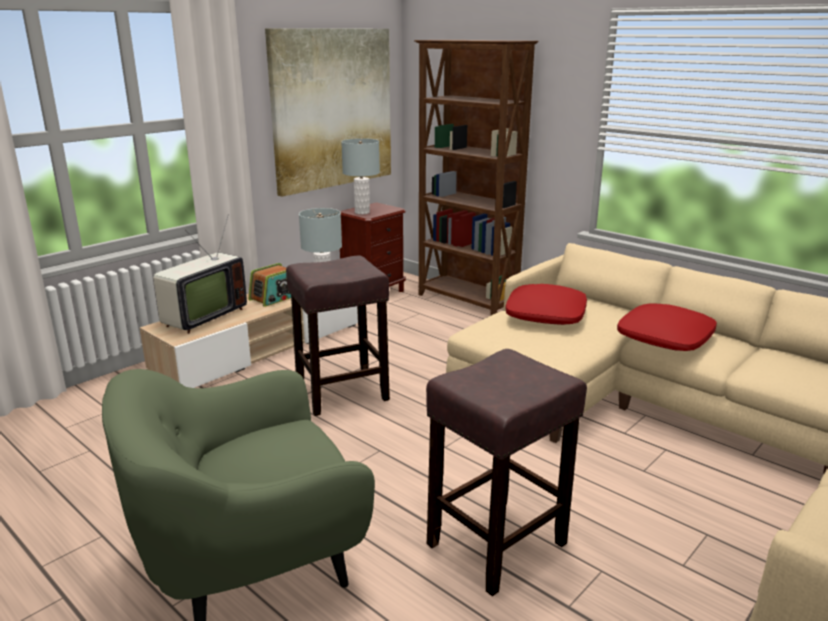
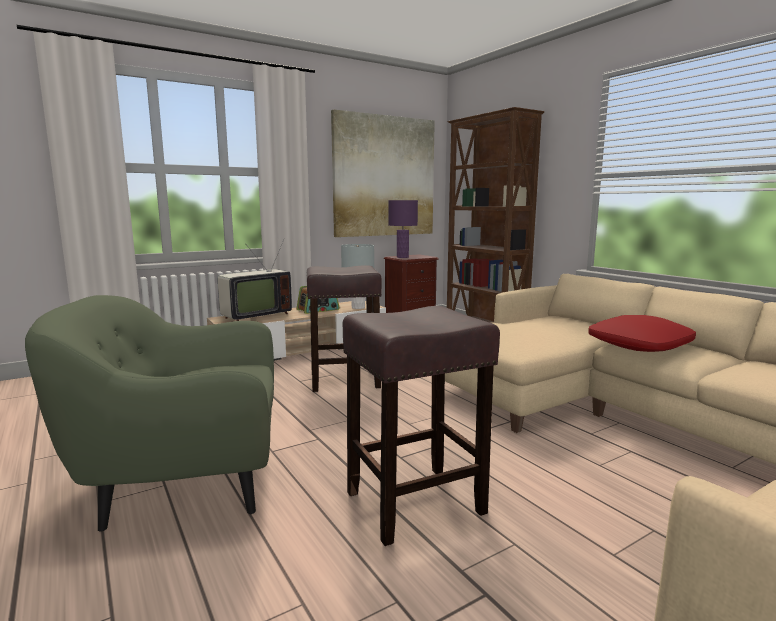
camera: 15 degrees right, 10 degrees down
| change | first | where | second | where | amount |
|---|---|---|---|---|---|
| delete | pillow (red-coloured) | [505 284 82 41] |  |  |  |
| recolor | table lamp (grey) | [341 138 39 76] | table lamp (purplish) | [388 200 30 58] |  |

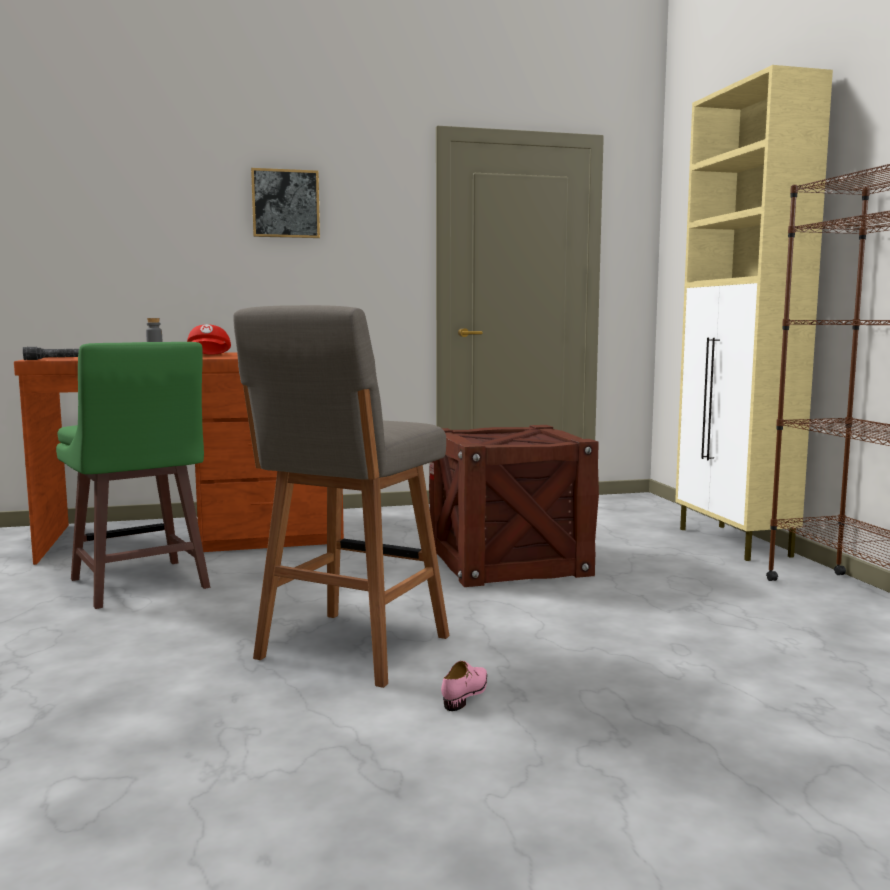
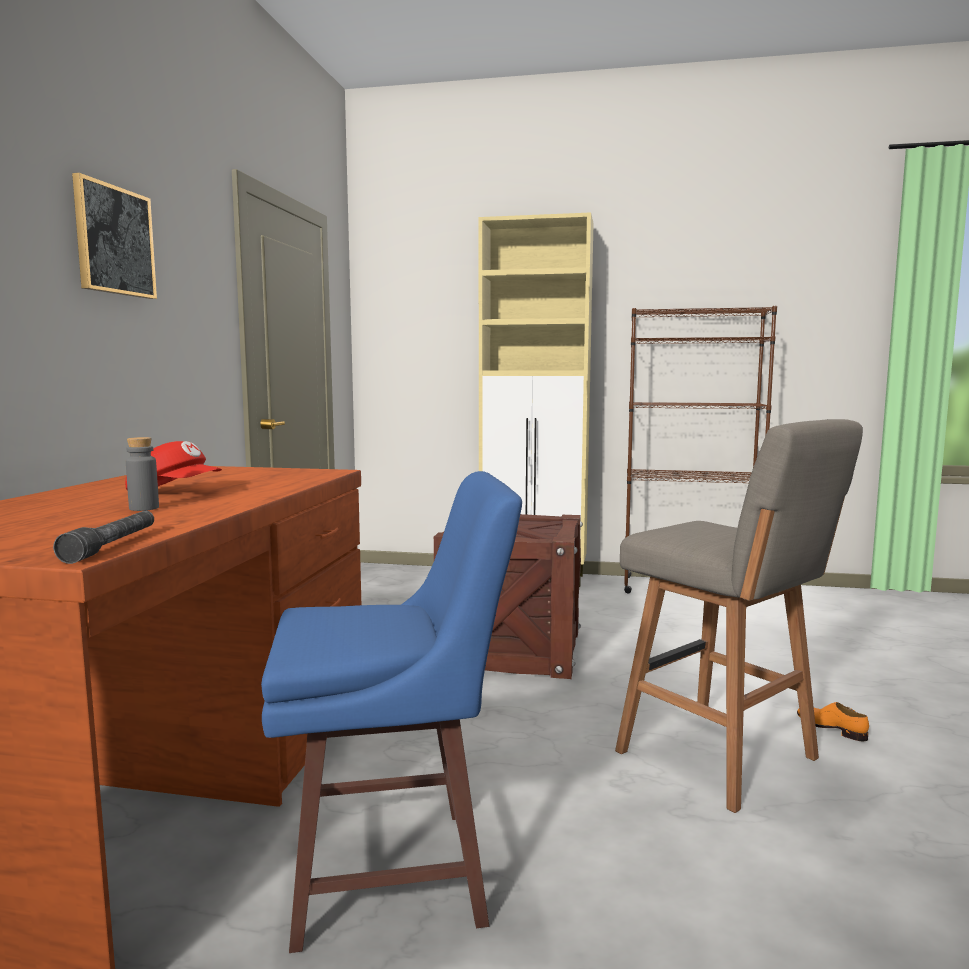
camera: 65 degrees left, 0 degrees up
| change | first | where | second | where | amount |
|---|---|---|---|---|---|
| recolor | stool (green-coloured) | [56 342 154 267] | stool (bluish) | [261 471 261 482] |  |
| recolor | low shoe (pink-coloured) | [441 661 46 50] | low shoe (orange) | [797 702 72 39] |  |

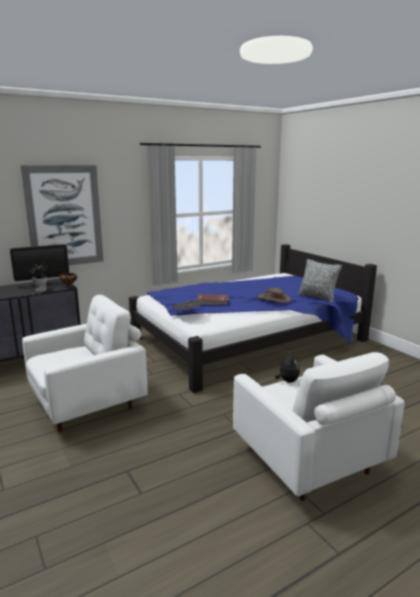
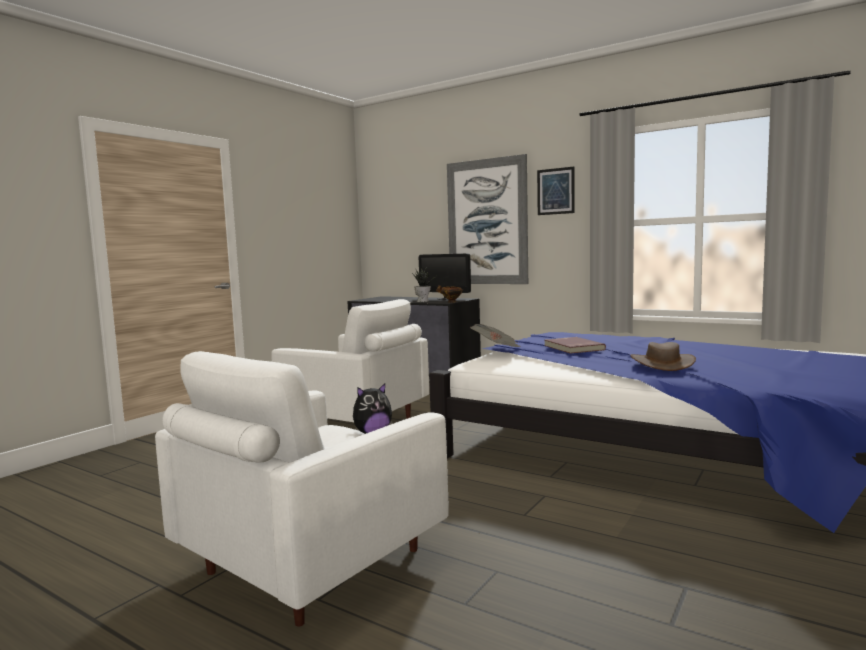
camera: 65 degrees right, 10 degrees down
| change | first | where | second | where | amount |
|---|---|---|---|---|---|
| delete | pillow (grey) | [298 259 44 44] |  |  |  |
| insert |  |  | wall art | [537 167 38 48] |  |

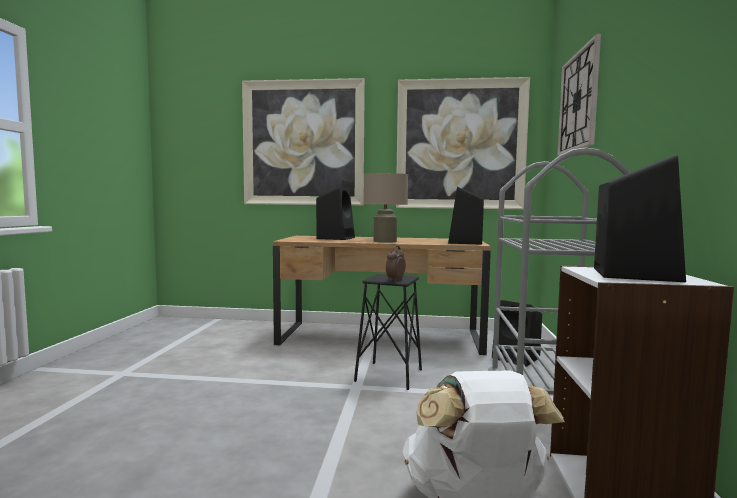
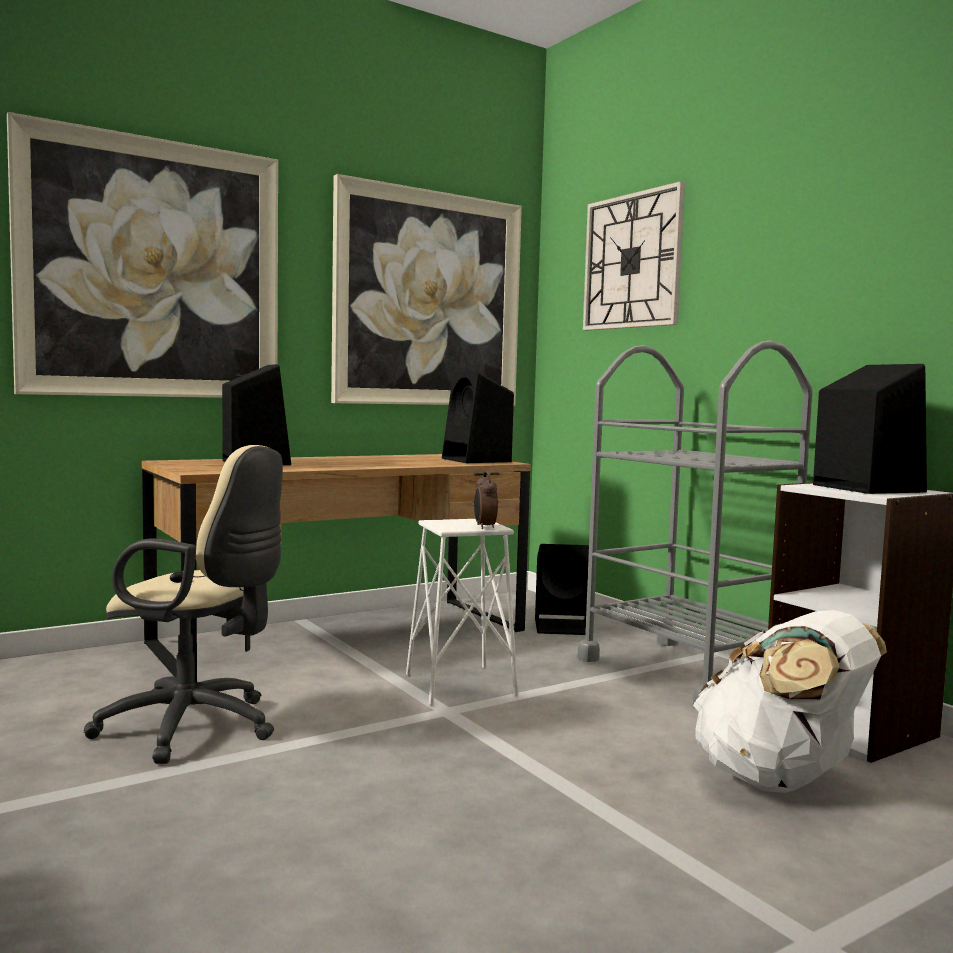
camera: 40 degrees left, 0 degrees up
| change | first | where | second | where | amount |
|---|---|---|---|---|---|
| delete | table lamp (sand-coloured) | [364 173 44 70] |  |  |  |
| insert |  |  | office chair (sand-coloured) | [84 445 199 319] |  |
| recolor | stool (black) | [354 274 68 116] | stool (white-coloured) | [406 519 112 187] |  |

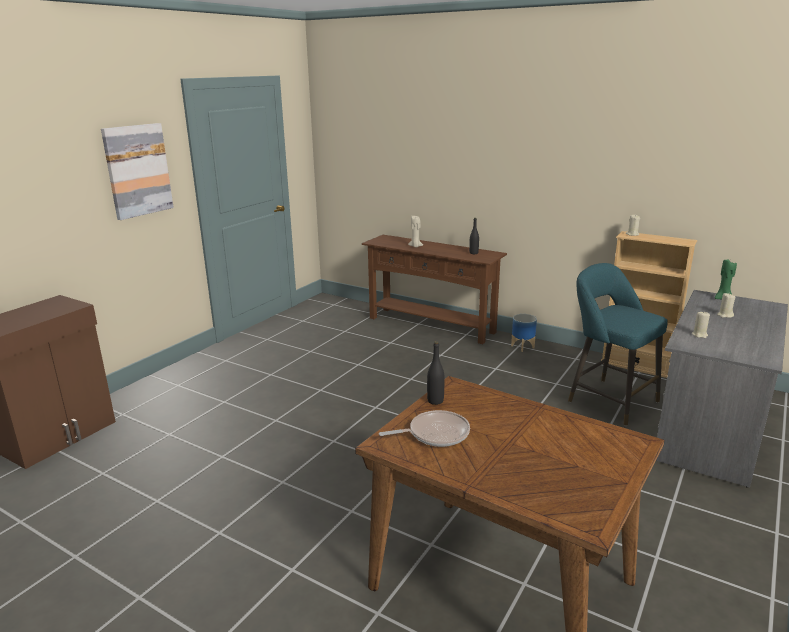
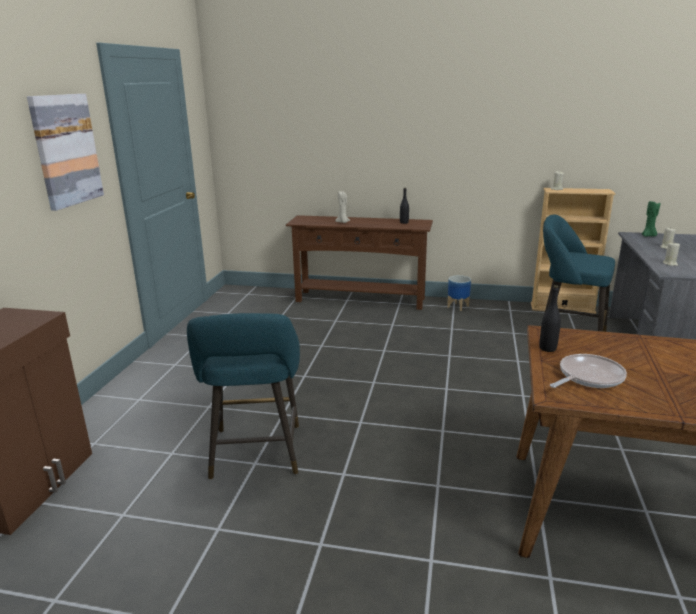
camera: 20 degrees left, 0 degrees up
| change | first | where | second | where | amount |
|---|---|---|---|---|---|
| insert |  |  | stool (turquoise-coloured) | [187 313 113 167] |  |

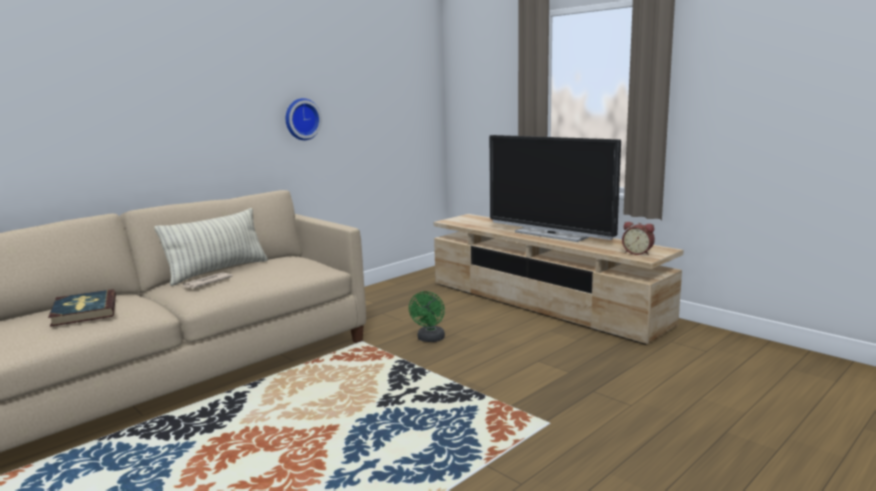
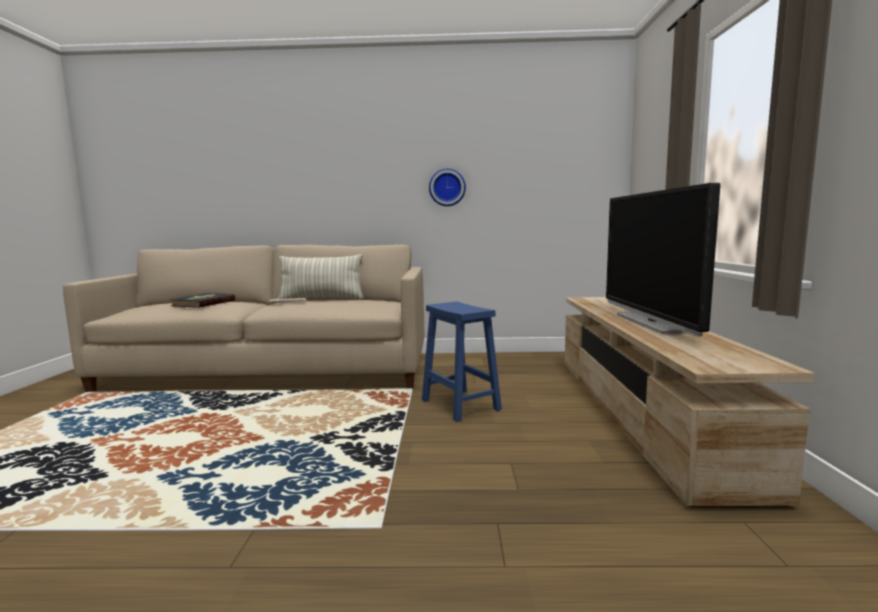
camera: 45 degrees right, 5 degrees down
| change | first | where | second | where | amount |
|---|---|---|---|---|---|
| delete | bedside clock | [622 222 33 33] |  |  |  |
| replace | fan (green-coloured) | [409 291 36 51] | stool (bluish) | [422 302 80 120] |  |

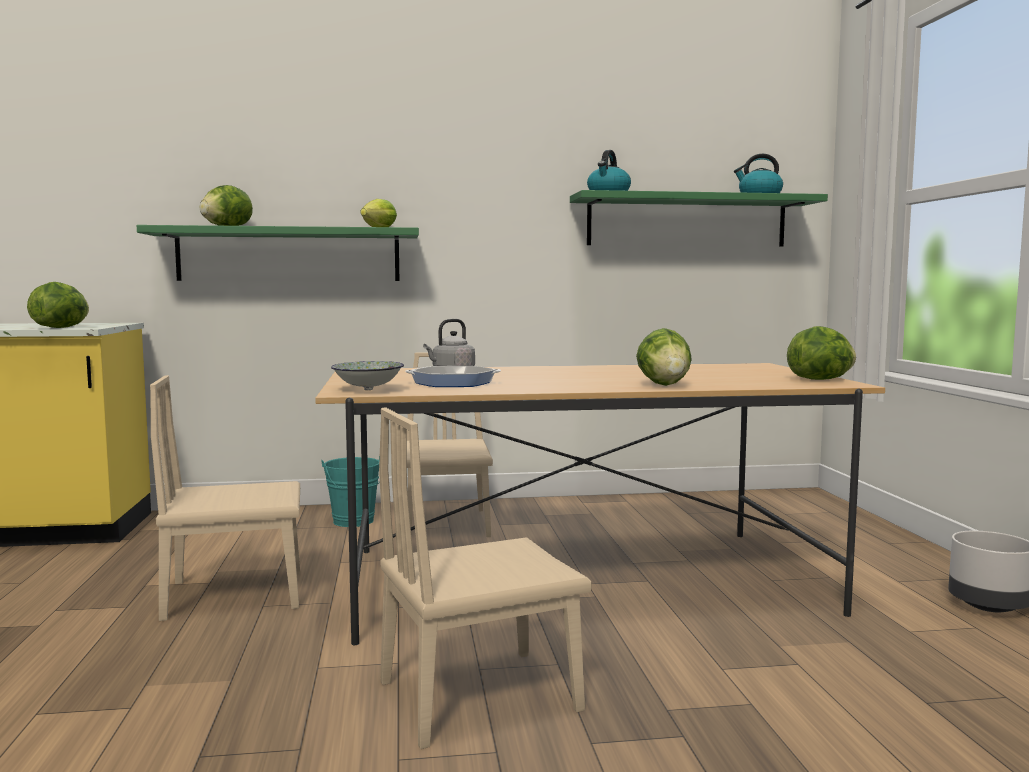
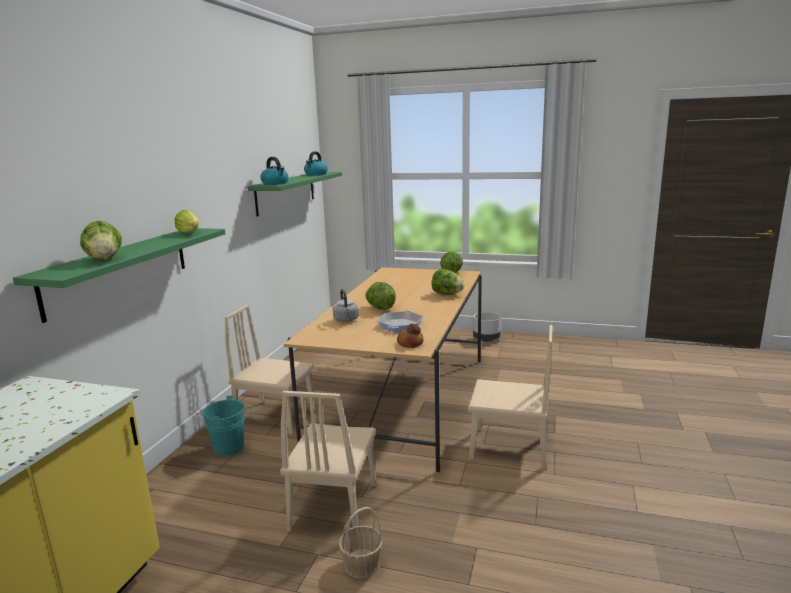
camera: 65 degrees left, 10 degrees up
| change | first | where | second | where | amount |
|---|---|---|---|---|---|
| insert |  |  | basket | [339 507 44 72] |  |
| move | lettuce | [27 282 62 46] |  | [365 282 31 28] |  |
| replace | serving bowl | [331 361 73 29] | baked bread | [397 324 27 24] |  |
| rotate | plain chair (sand-coloured) | [379 407 213 342] |  | [468 325 85 144] | 75 degrees counterclockwise |

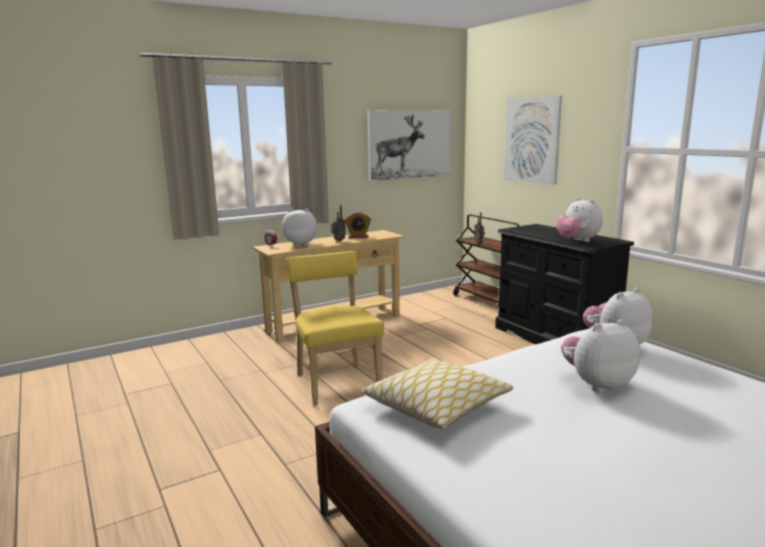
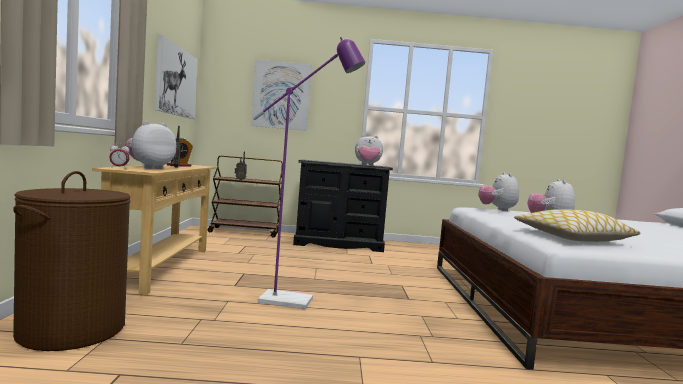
camera: 60 degrees left, 10 degrees down
| change | first | where | second | where | amount |
|---|---|---|---|---|---|
| insert |  |  | washing basket (brown-coloured) | [13 171 118 180] |  |
| replace | plain chair (yellow-coloured) | [286 251 98 155] | floor lamp (purplish) | [253 37 113 272] |  |

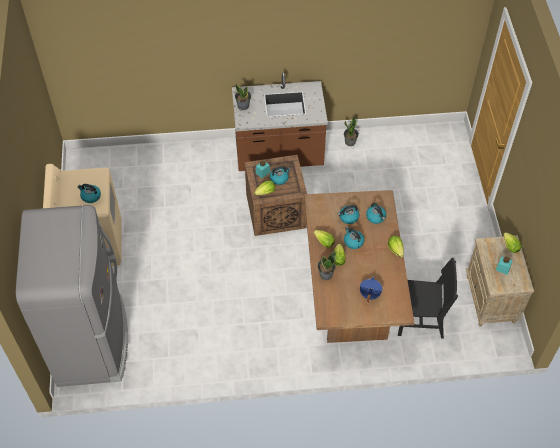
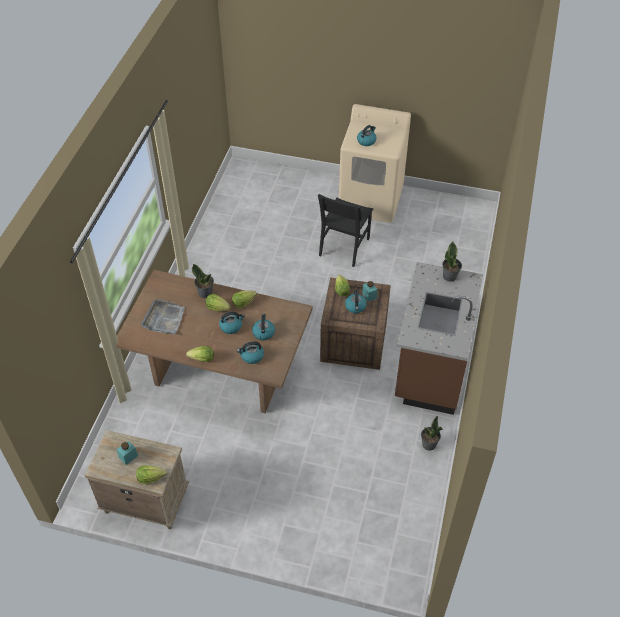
camera: 110 degrees right, 5 degrees down
| change | first | where | second | where | amount |
|---|---|---|---|---|---|
| delete | kitchen fridge (grey) | [16 204 112 183] |  |  |  |
| move | plain chair (black) | [398 258 60 81] |  | [318 194 55 73] |  |
| replace | cooking pot (bluish) | [360 277 22 25] | carrying tray (grey) | [141 299 44 36] |  |

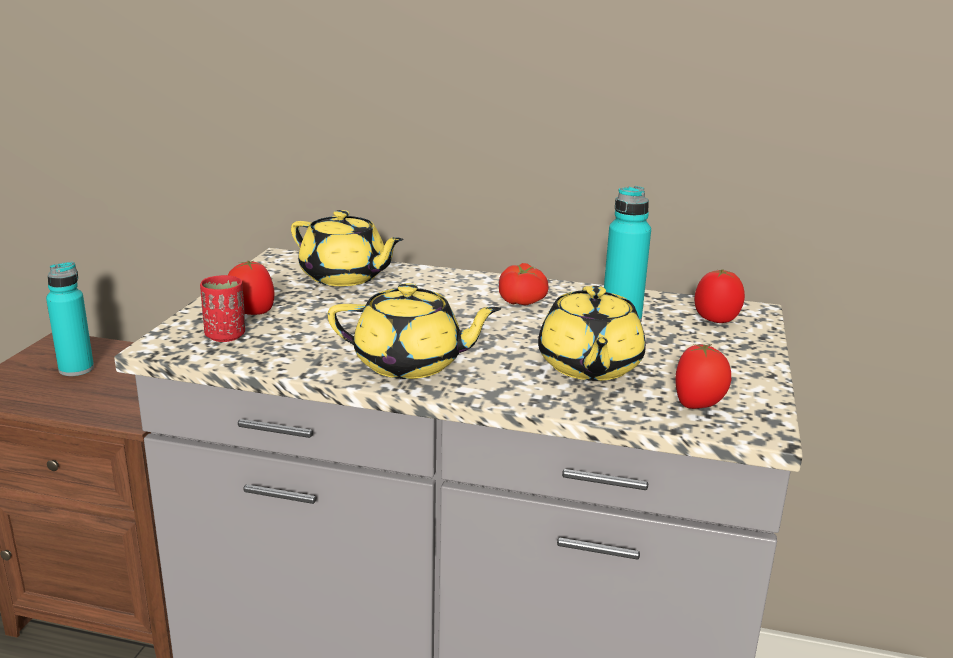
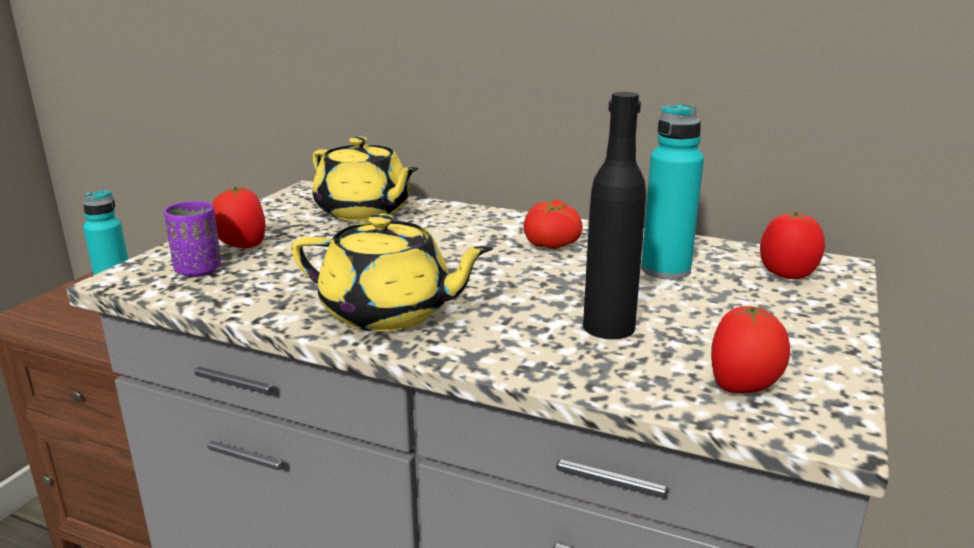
camera: 10 degrees right, 0 degrees up
| change | first | where | second | where | amount |
|---|---|---|---|---|---|
| replace | pot for tea (yellow-coloured) | [538 286 108 95] | bottle (black) | [583 92 63 247] |  |
| recolor | small cup (red-coloured) | [200 275 45 67] | small cup (purplish) | [164 201 57 76] |  |

